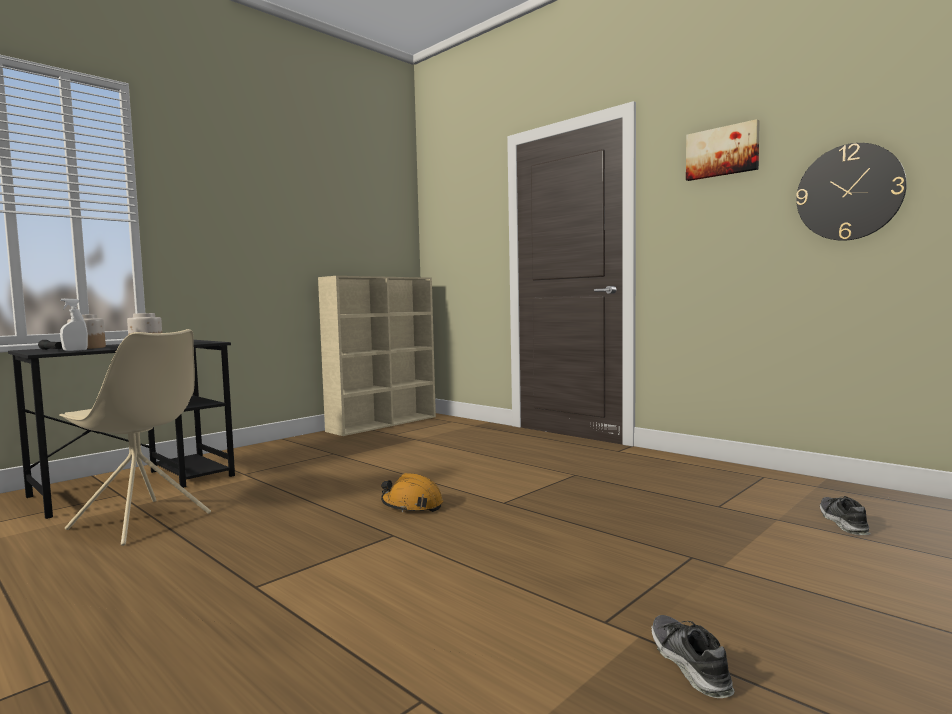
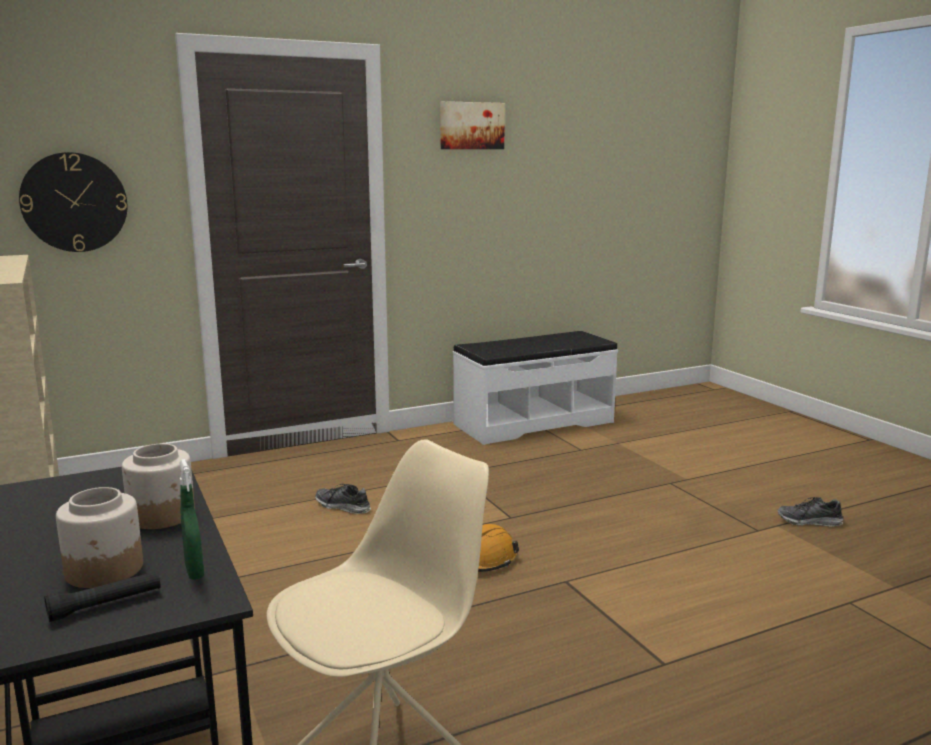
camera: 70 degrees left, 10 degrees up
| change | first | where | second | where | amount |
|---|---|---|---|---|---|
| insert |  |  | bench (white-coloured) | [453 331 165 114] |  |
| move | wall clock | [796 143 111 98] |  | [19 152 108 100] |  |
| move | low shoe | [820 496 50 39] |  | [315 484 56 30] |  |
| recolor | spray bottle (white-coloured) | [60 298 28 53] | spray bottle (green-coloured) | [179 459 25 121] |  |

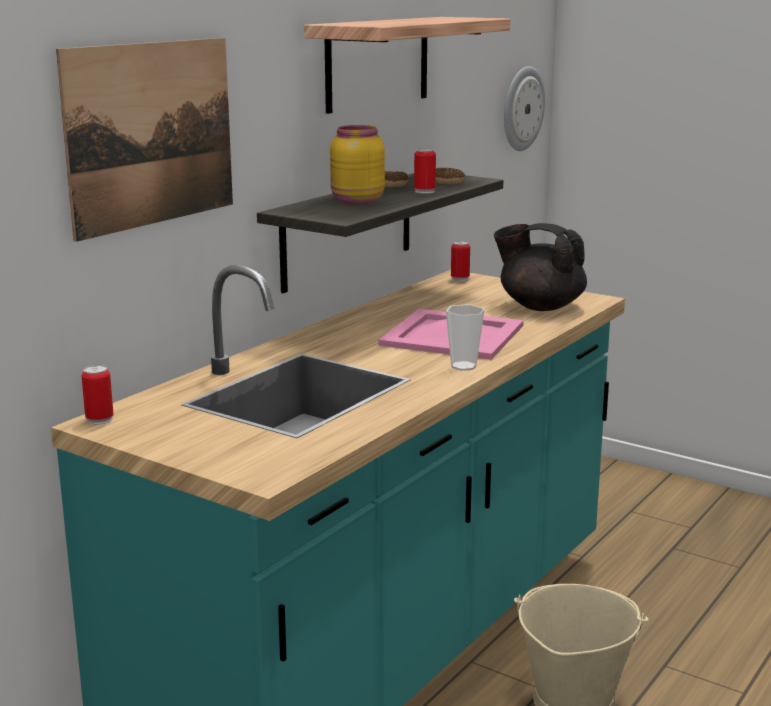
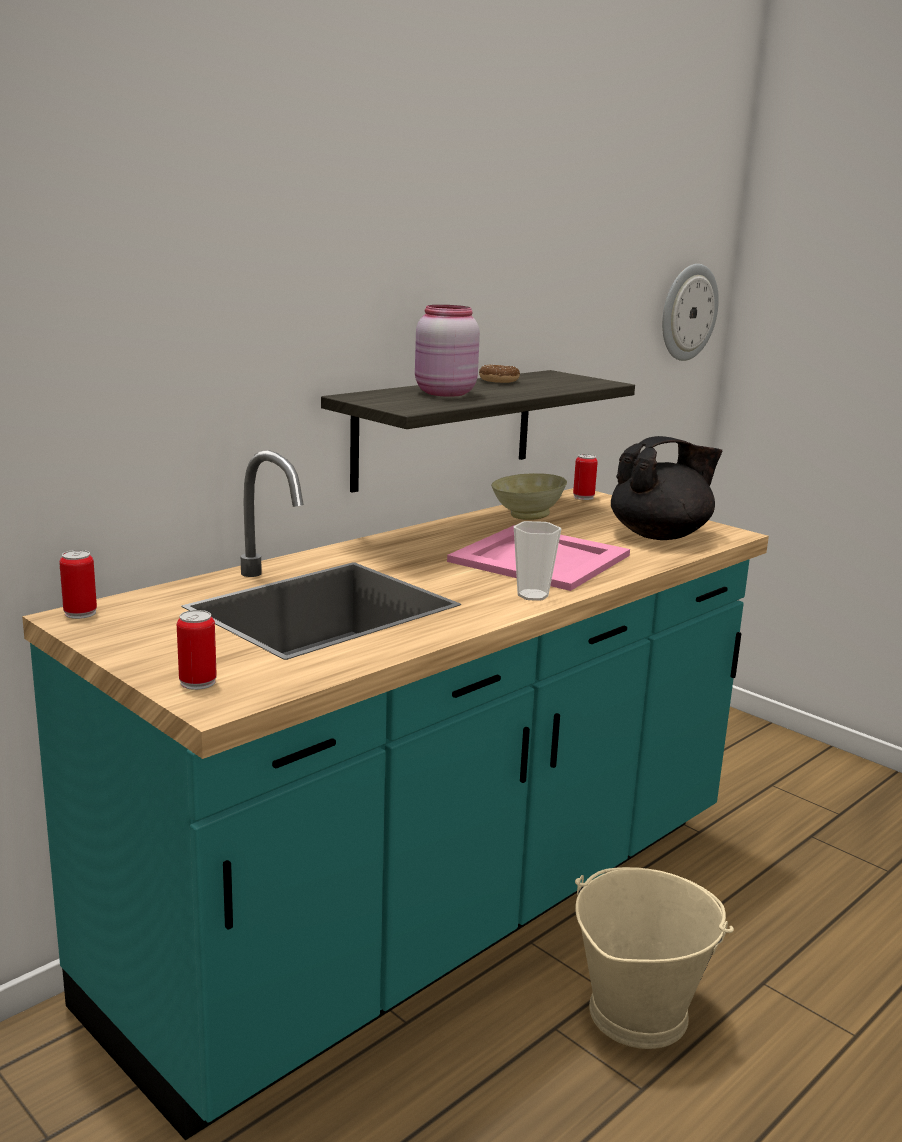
camera: 10 degrees right, 0 degrees up
| change | first | where | second | where | amount |
|---|---|---|---|---|---|
| delete | wall art | [56 38 177 204] |  |  |  |
| delete | bracket shelf | [304 17 206 97] |  |  |  |
| delete | donut | [436 168 29 16] |  |  |  |
| insert |  |  | serving bowl (sand-coloured) | [491 473 76 47] |  |
| move | can | [414 148 22 46] |  | [177 610 40 80] |  |
| recolor | storage jar (yellow-coloured) | [330 125 55 79] | storage jar (pink-coloured) | [415 305 65 92] |  |
| rotate | pot for tea (black) | [494 223 93 88] |  | [611 436 111 104] | 120 degrees clockwise |

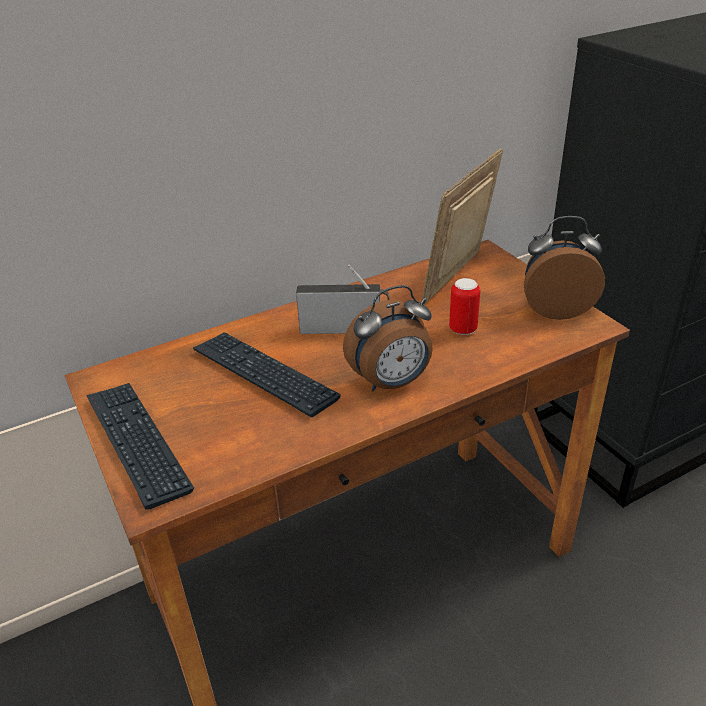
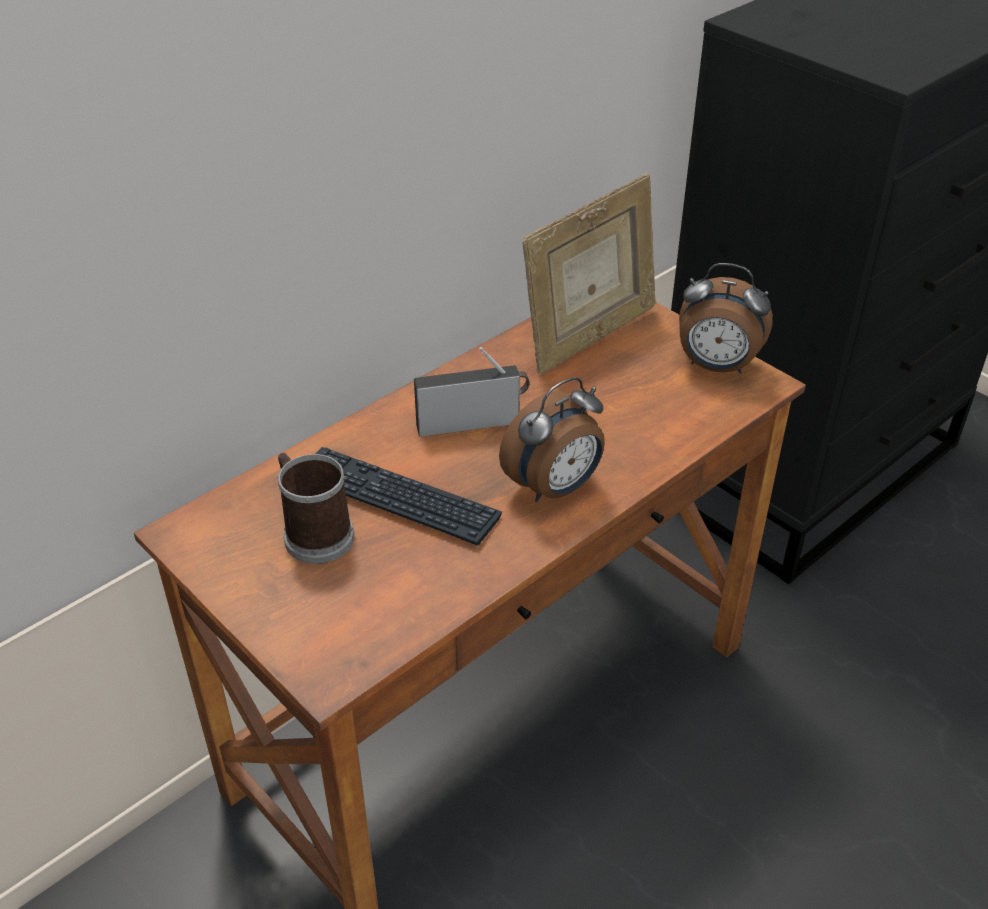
camera: 15 degrees left, 5 degrees up
| change | first | where | second | where | amount |
|---|---|---|---|---|---|
| delete | keyboard | [86 383 108 126] |  |  |  |
| delete | can | [449 278 31 57] |  |  |  |
| insert |  |  | mug | [278 453 76 111] |  |
| rotate | standing frame | [421 148 82 157] |  | [523 173 133 201] | 150 degrees counterclockwise |
| rotate | bedside clock | [524 216 81 104] |  | [679 263 94 111] | 150 degrees counterclockwise |

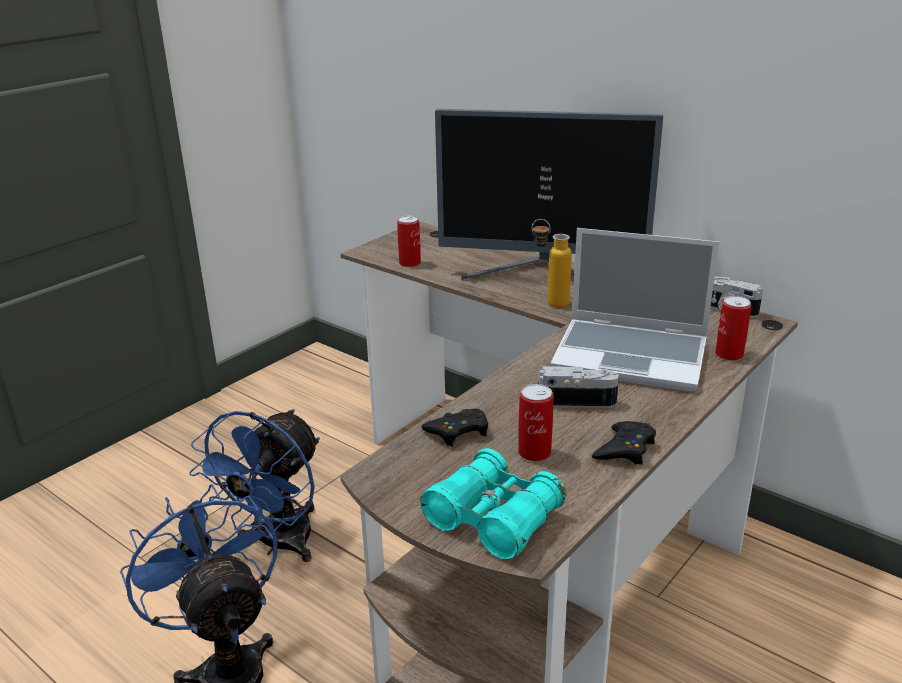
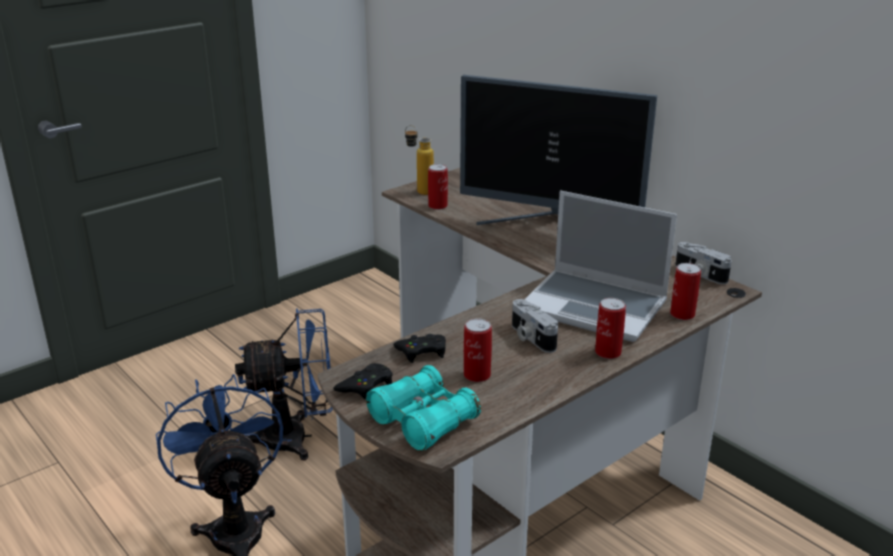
camera: 10 degrees right, 0 degrees up
| change | first | where | second | where | amount |
|---|---|---|---|---|---|
| insert |  |  | can | [595 298 31 61] |  |
| move | bottle | [532 219 40 89] |  | [405 125 29 70] |  |
| move | game controller (black) | [592 421 64 44] |  | [333 363 60 36] |  |
| rotate | fan (bluish) | [189 409 131 153] |  | [235 309 98 152] | 135 degrees counterclockwise |
| rotate | still camera | [538 366 81 42] |  | [512 299 46 54] | 135 degrees counterclockwise |

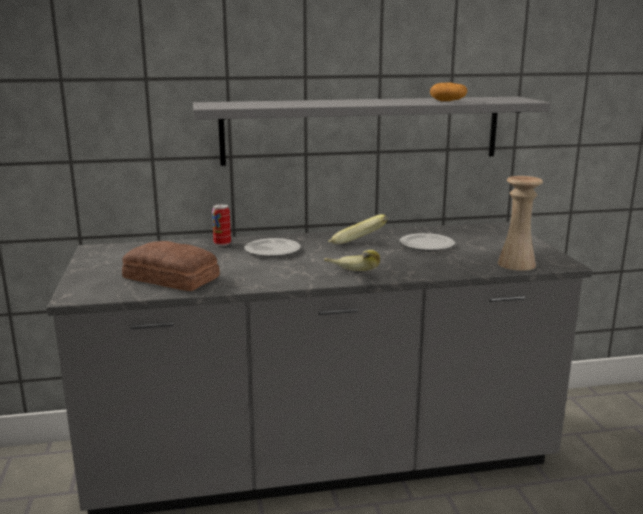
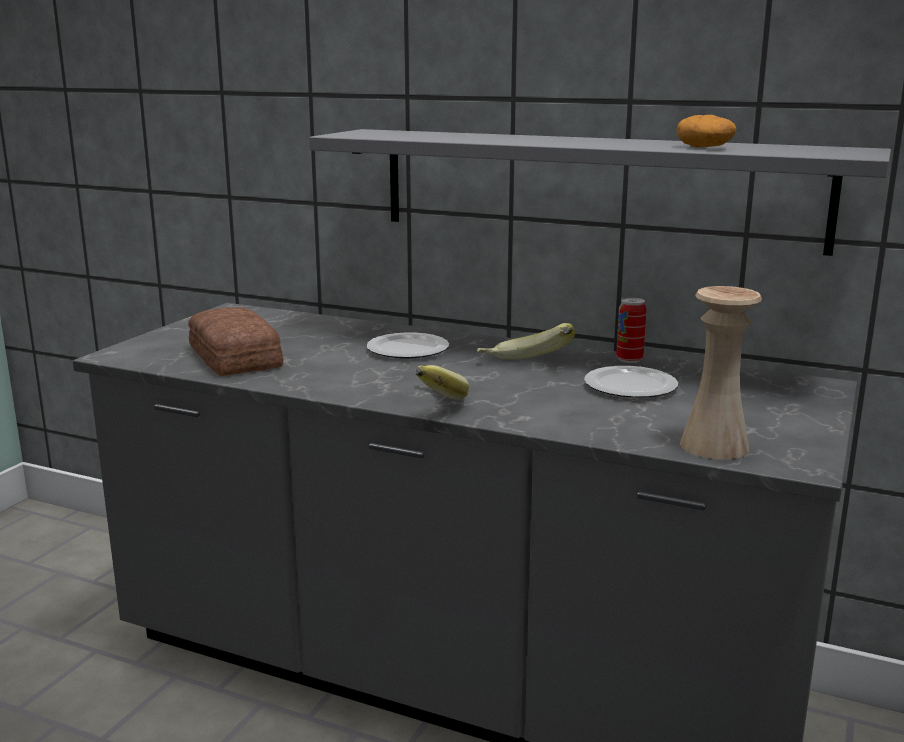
camera: 35 degrees right, 0 degrees up
| change | first | where | second | where | amount |
|---|---|---|---|---|---|
| move | can | [212 204 19 42] |  | [616 297 31 66] |  |

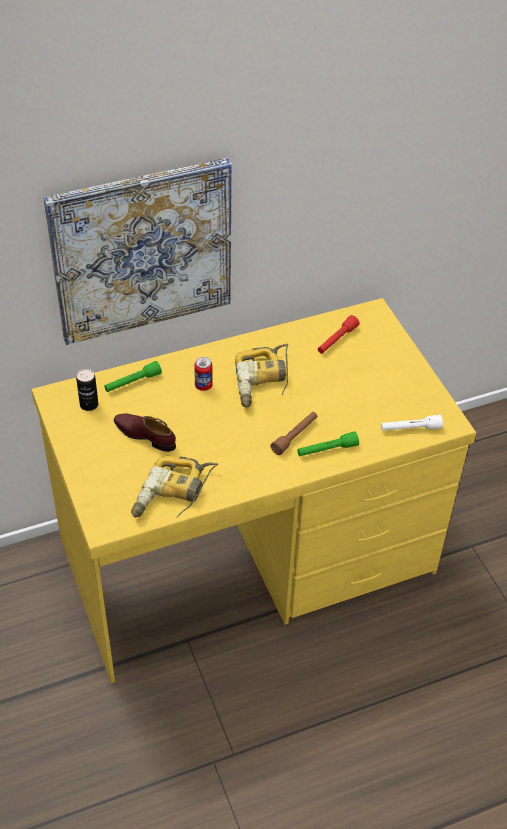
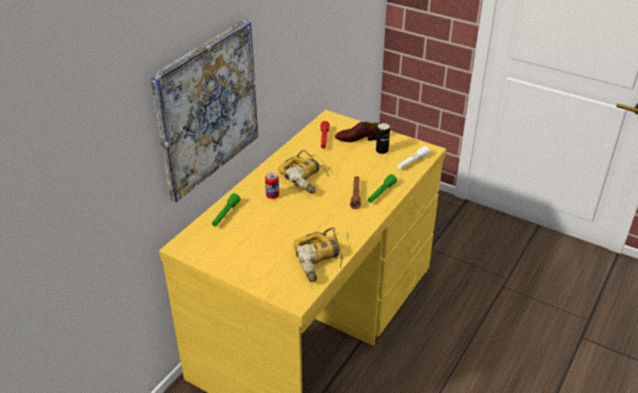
camera: 35 degrees left, 10 degrees down
| change | first | where | second | where | amount |
|---|---|---|---|---|---|
| move | can | [76 369 22 42] |  | [376 123 14 31] |  |
| move | low shoe (brown-coloured) | [114 413 62 39] |  | [335 121 46 21] |  |

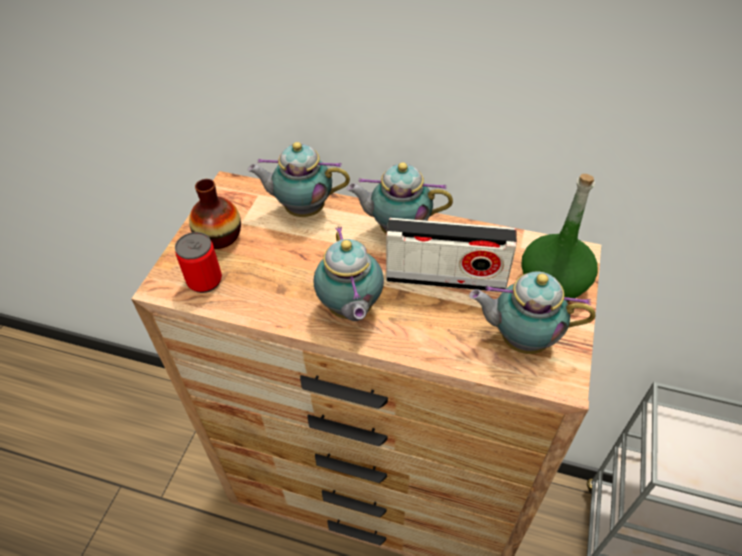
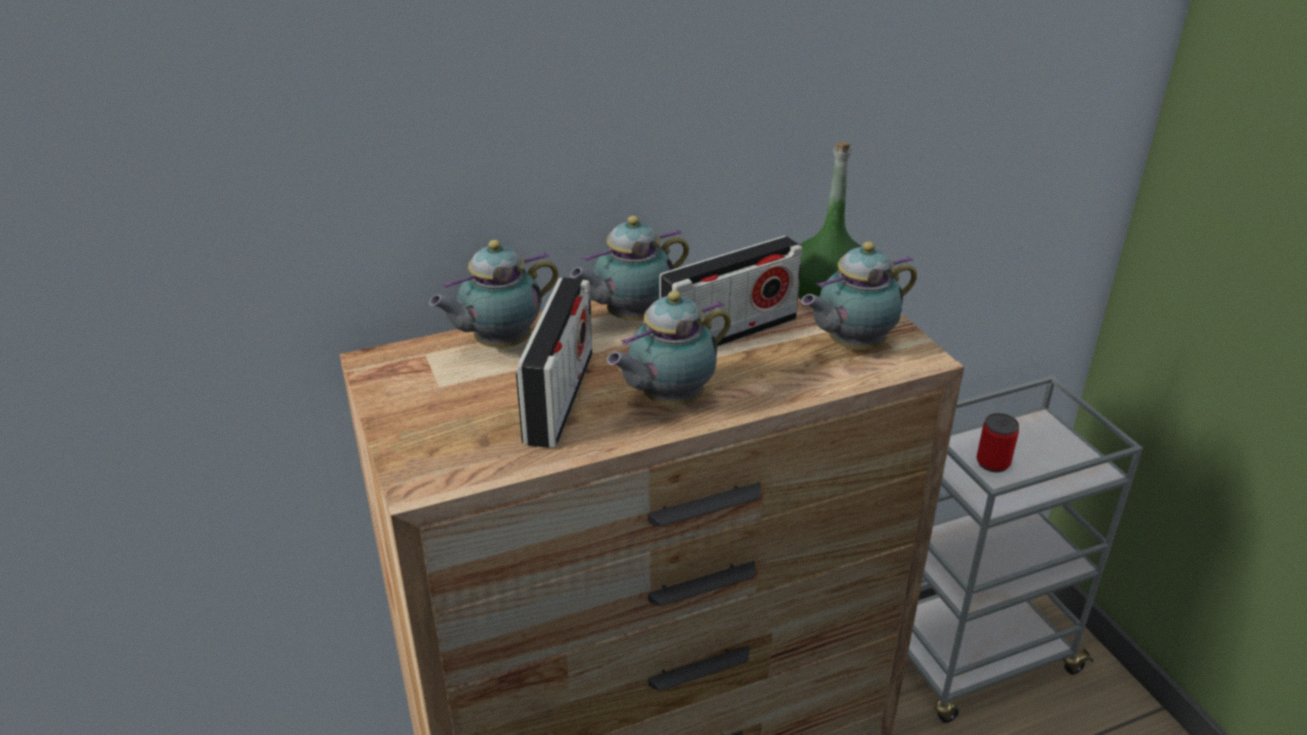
camera: 40 degrees left, 15 degrees down
| change | first | where | second | where | amount |
|---|---|---|---|---|---|
| delete | flower vase | [189 179 52 70] |  |  |  |
| insert |  |  | radio | [516 277 76 171] |  |
| move | can | [175 232 47 61] |  | [976 413 43 59] |  |
| rotate | pot for tea | [314 227 70 94] |  | [607 291 124 115] | 105 degrees clockwise |

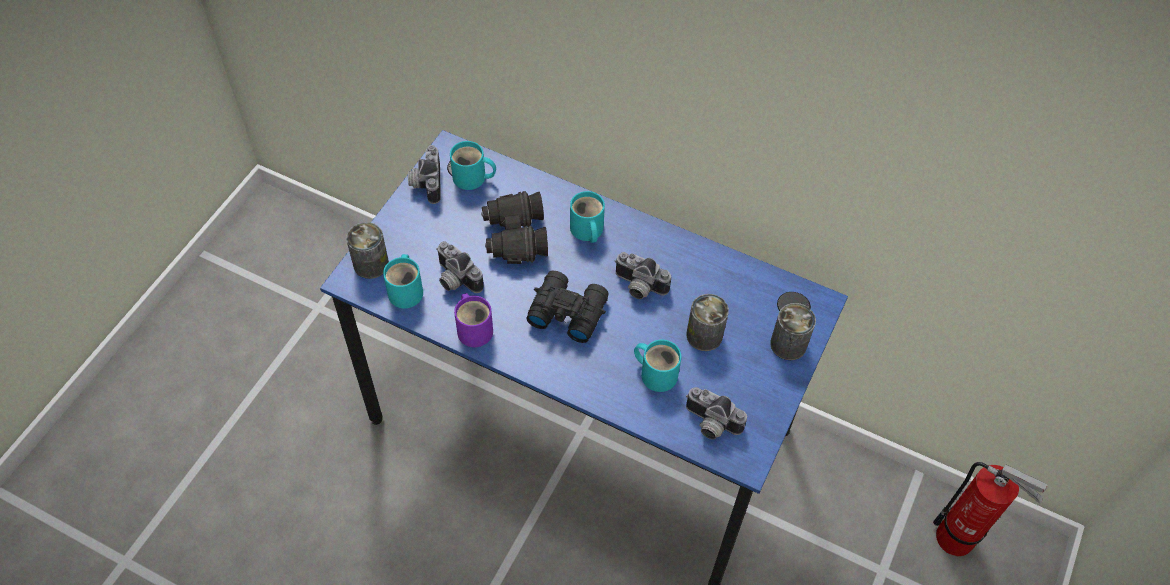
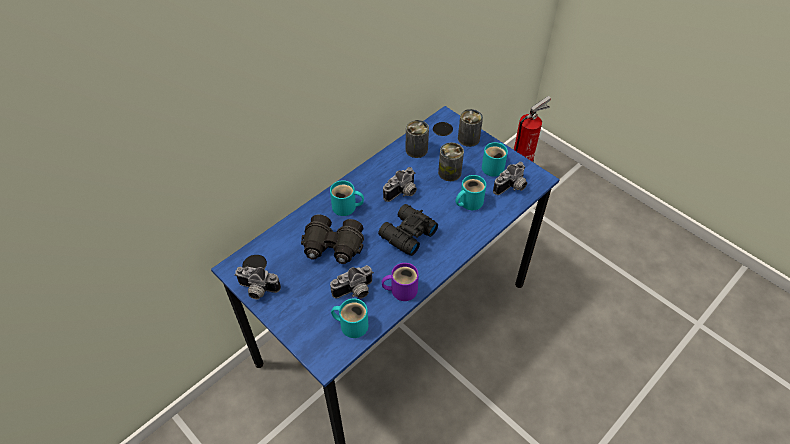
camera: 70 degrees left, 5 degrees down
| change | first | where | second | where | amount |
|---|---|---|---|---|---|
| move | can | [346 222 43 57] |  | [405 120 24 38] |  |
| move | mug (turquoise-coloured) | [450 141 46 49] |  | [482 142 26 35] |  |

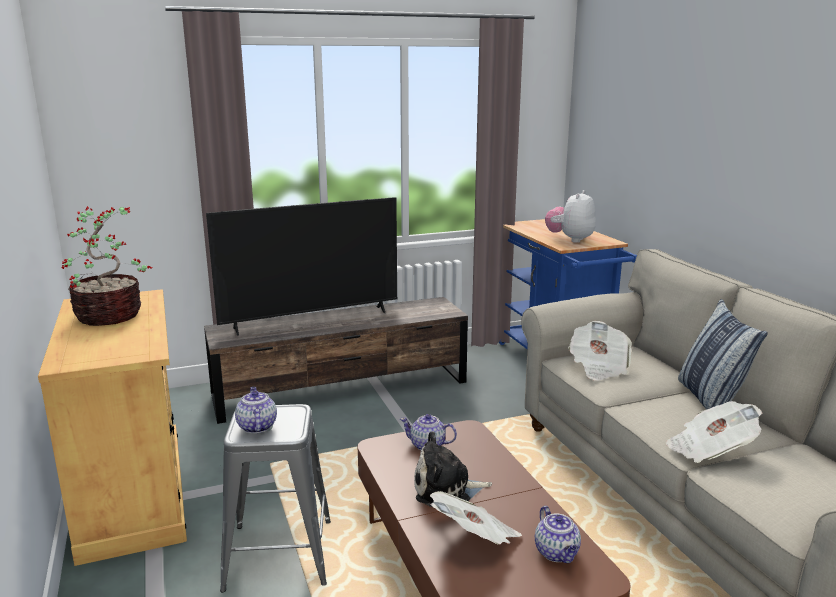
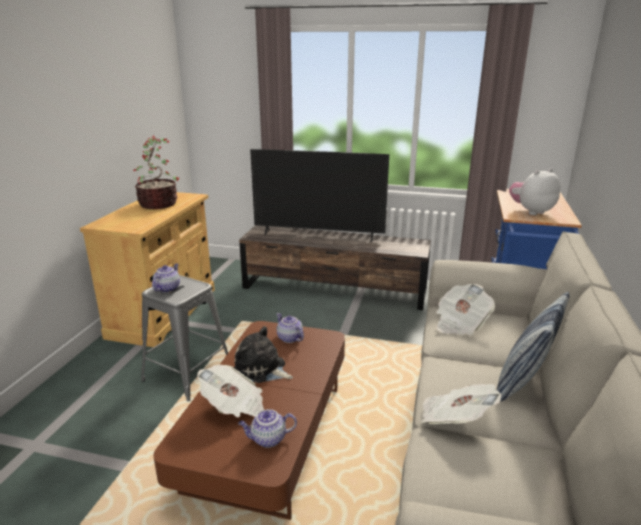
camera: 35 degrees right, 5 degrees up
| change | first | where | second | where | amount |
|---|---|---|---|---|---|
| rotate | pot for tea | [535 506 46 57] |  | [238 409 59 39] | 60 degrees clockwise |

